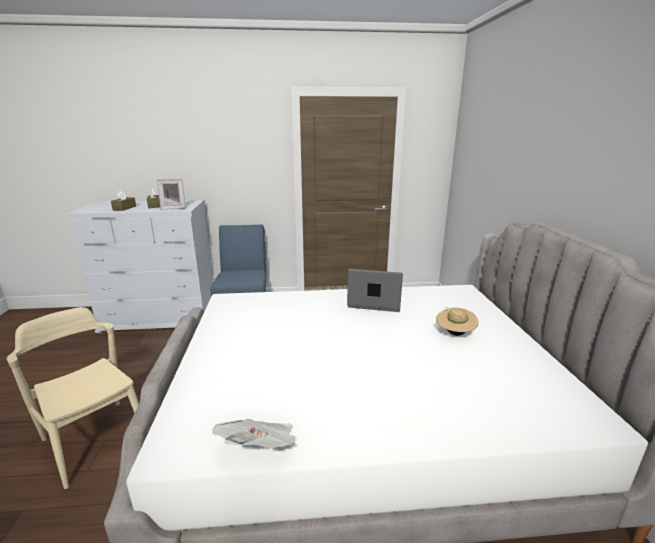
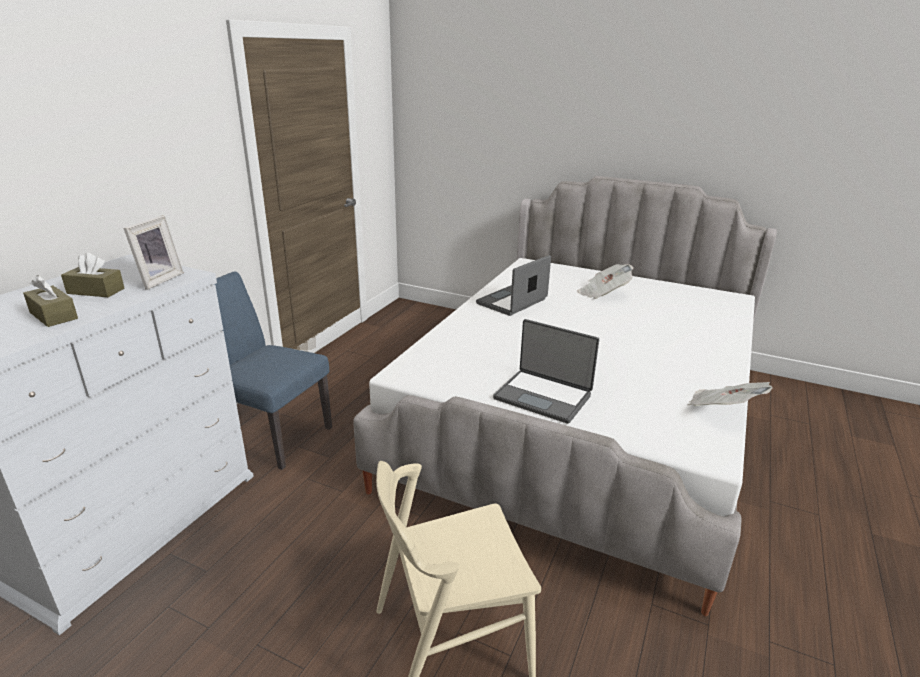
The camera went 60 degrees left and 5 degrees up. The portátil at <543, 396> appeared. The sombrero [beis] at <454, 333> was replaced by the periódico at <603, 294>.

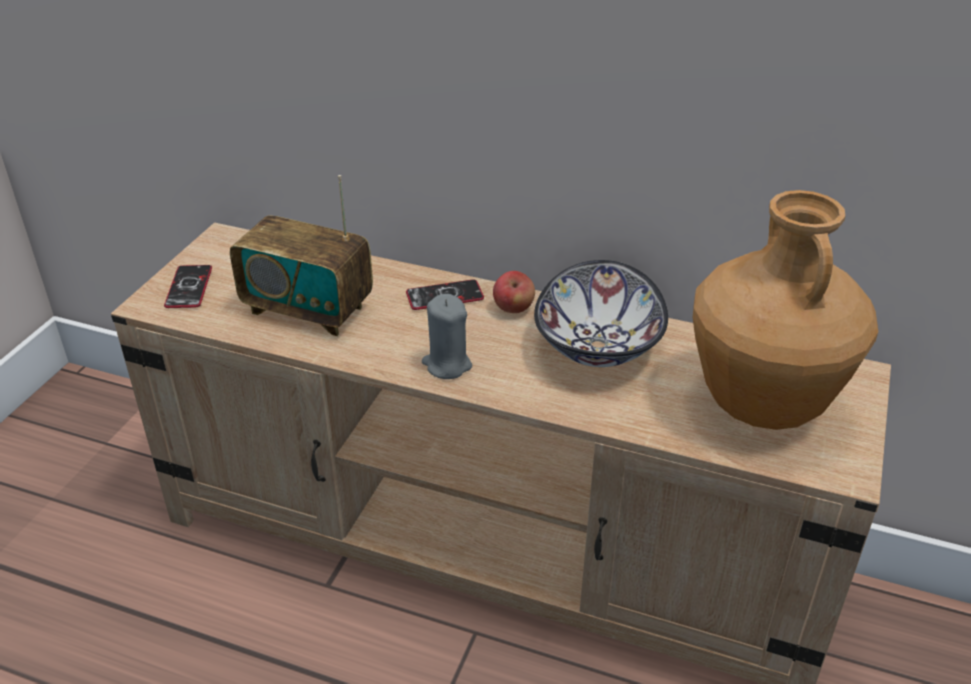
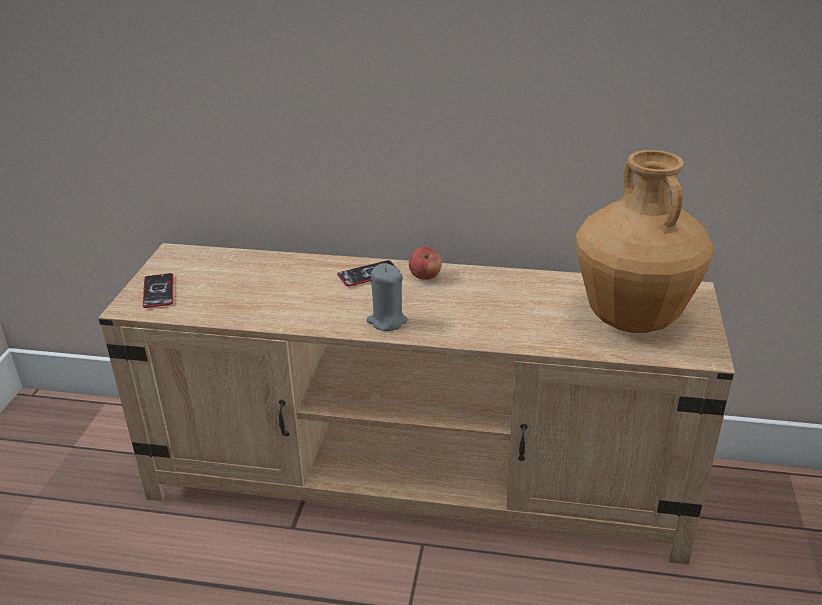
The camera went 10 degrees left and 5 degrees down. The radio at <308, 309> disappeared. The cuenco at <596, 345> disappeared.

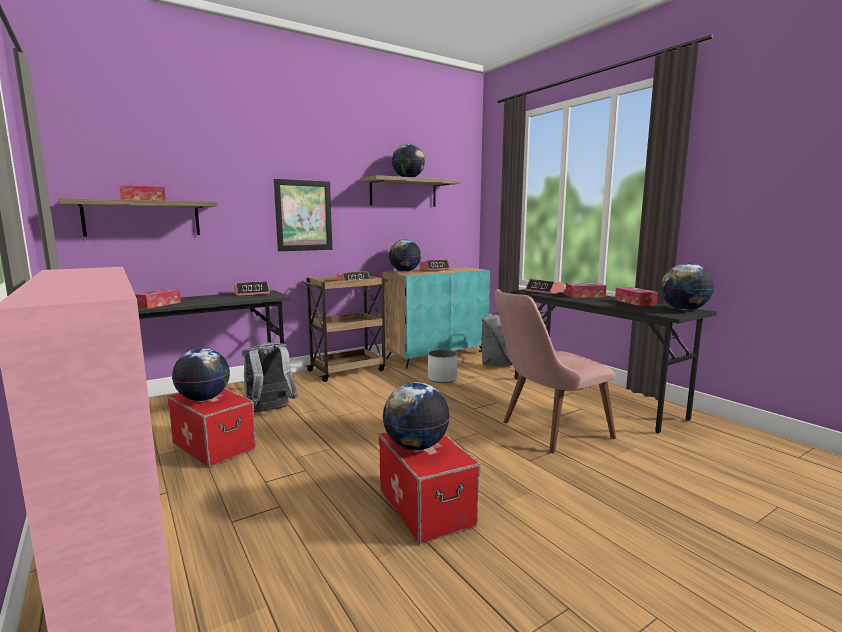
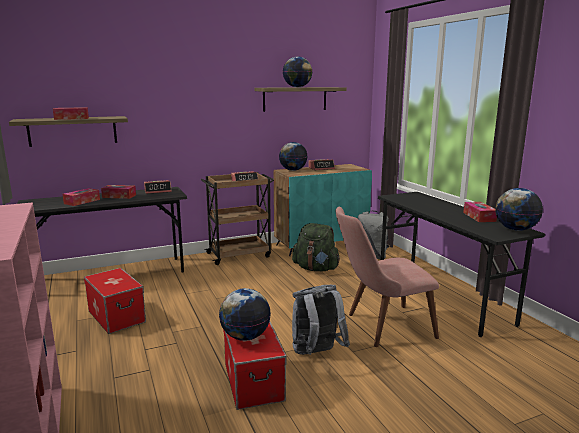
The camera went 10 degrees right and 5 degrees up. The caja de pañuelos moved from <585, 296> to <119, 196>. The maceta [blanco] at <442, 379> was replaced by the mochila [verde] at <316, 268>. The mochila [gris] moved from <270, 411> to <316, 353>. The globo terráqueo at <204, 399> disappeared. The cuadro at <303, 215> disappeared. The despertador at <544, 292> disappeared.

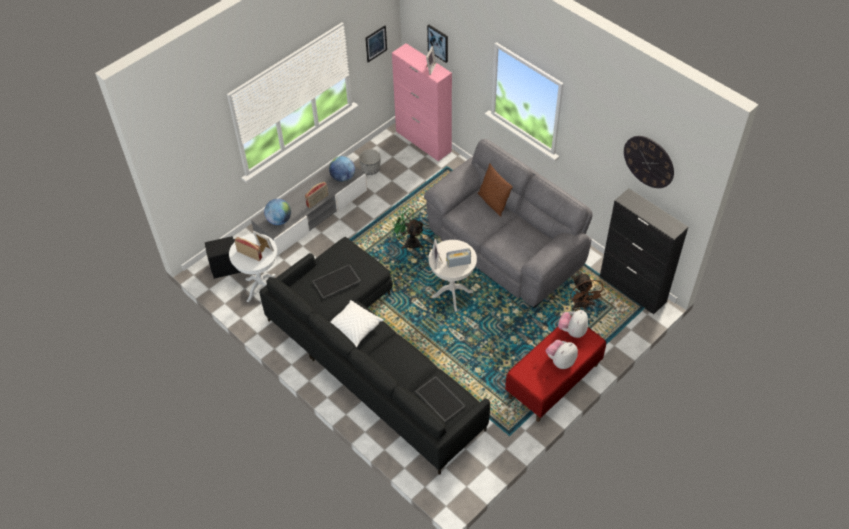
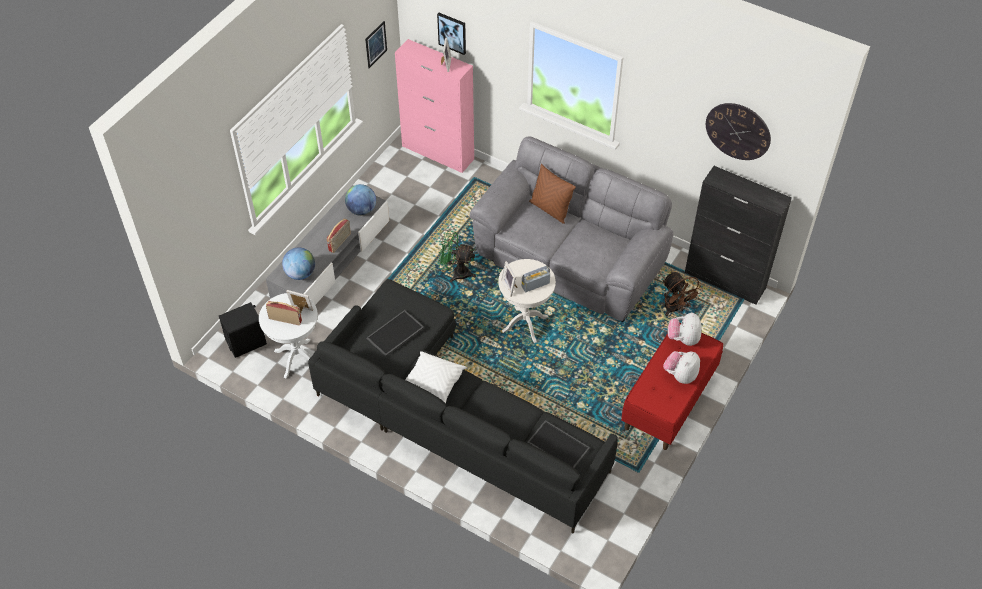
The camera went 15 degrees left and 0 degrees up. The maceta at <370, 169> disappeared.

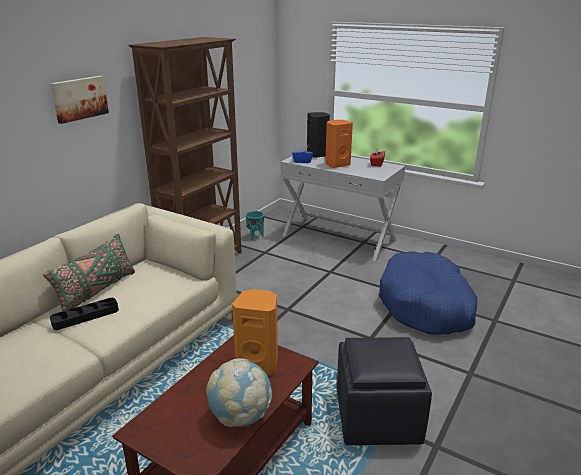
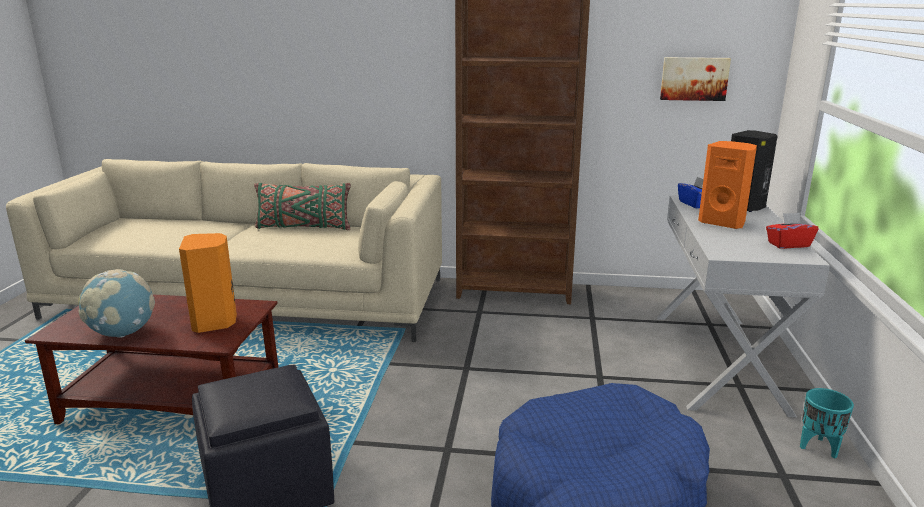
The camera went 65 degrees right and 5 degrees down. The cuadro moved from <79, 98> to <694, 78>. The maceta [turquesa] moved from <255, 237> to <817, 447>. The bandeja [negro] at <85, 316> disappeared.

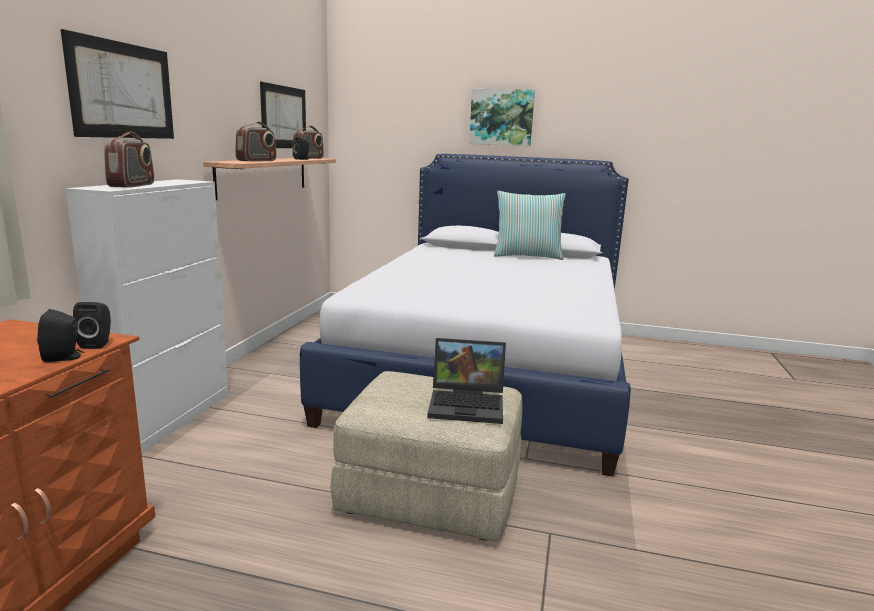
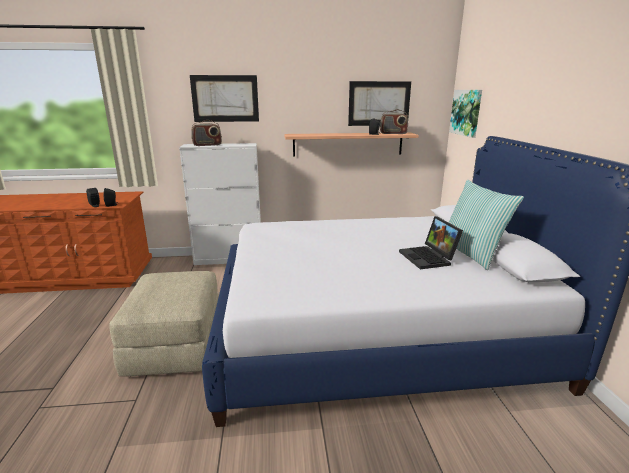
The camera went 70 degrees right and 5 degrees up. The portátil moved from <468, 404> to <429, 258>. The cuadro moved from <501, 117> to <466, 112>. The radio at <257, 161> disappeared.

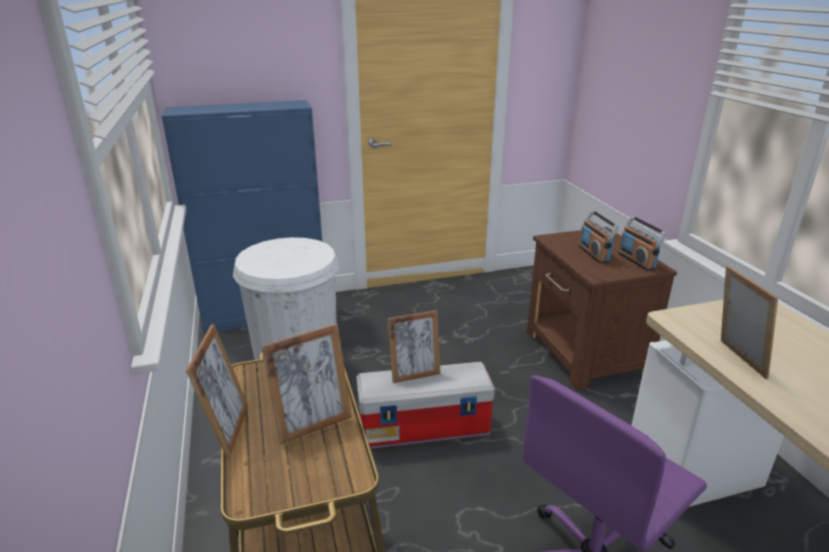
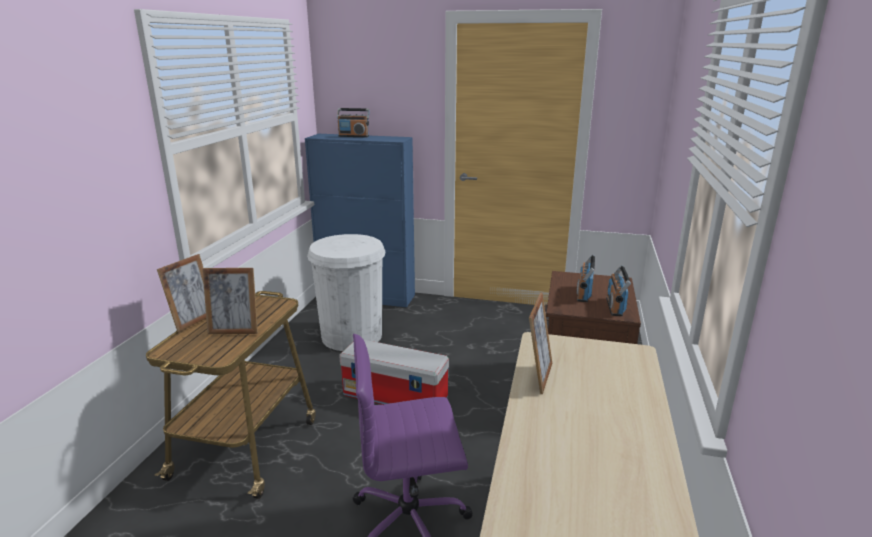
The camera went 30 degrees right and 5 degrees down. The radio at <353, 136> appeared. The portarretratos at <414, 374> disappeared.

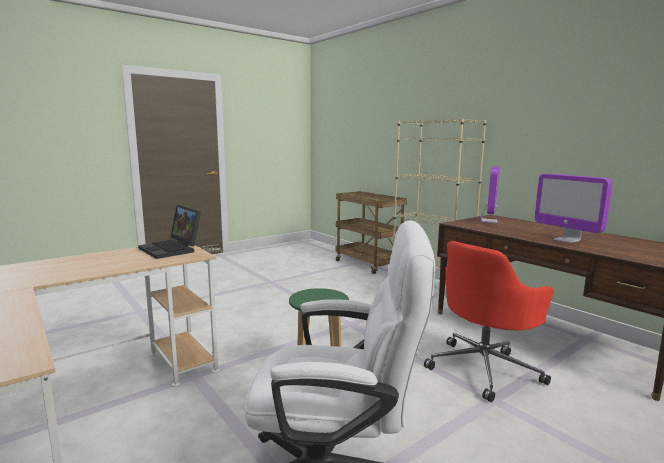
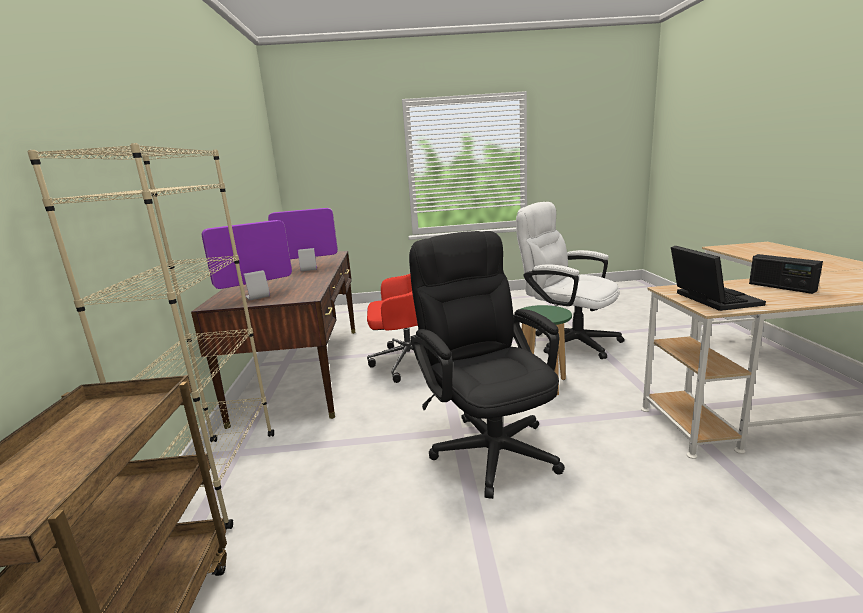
The camera went 145 degrees left and 5 degrees up. The monitor at <566, 240> turned 105 degrees counterclockwise. The silla de oficina [negro] at <488, 444> appeared. The radio at <781, 287> appeared.

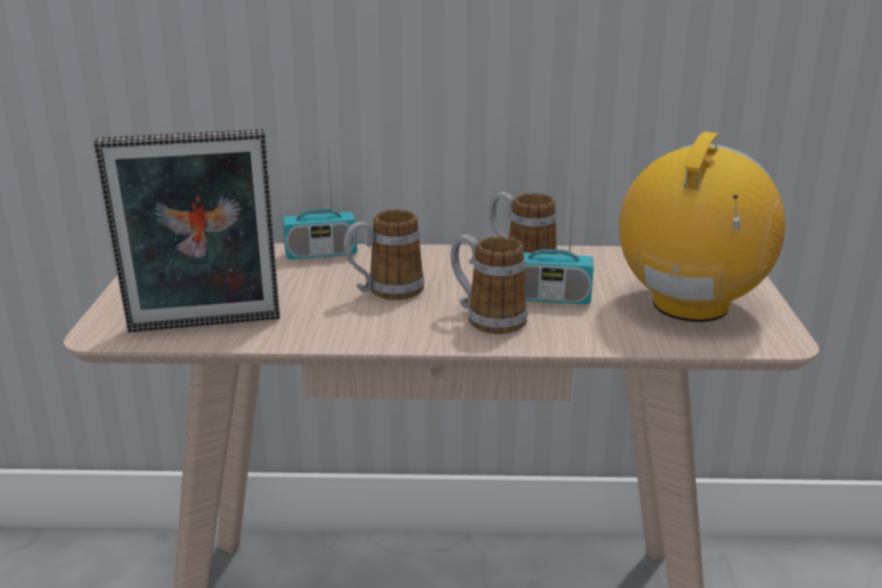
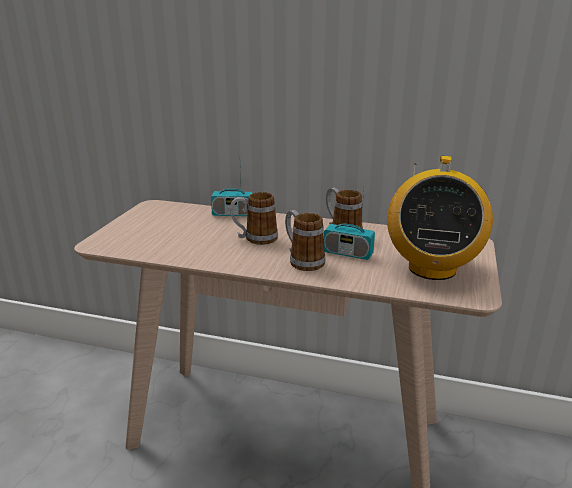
The camera went 15 degrees right and 0 degrees up. The radio at <690, 306> turned 150 degrees clockwise. The portarretratos at <204, 327> disappeared.

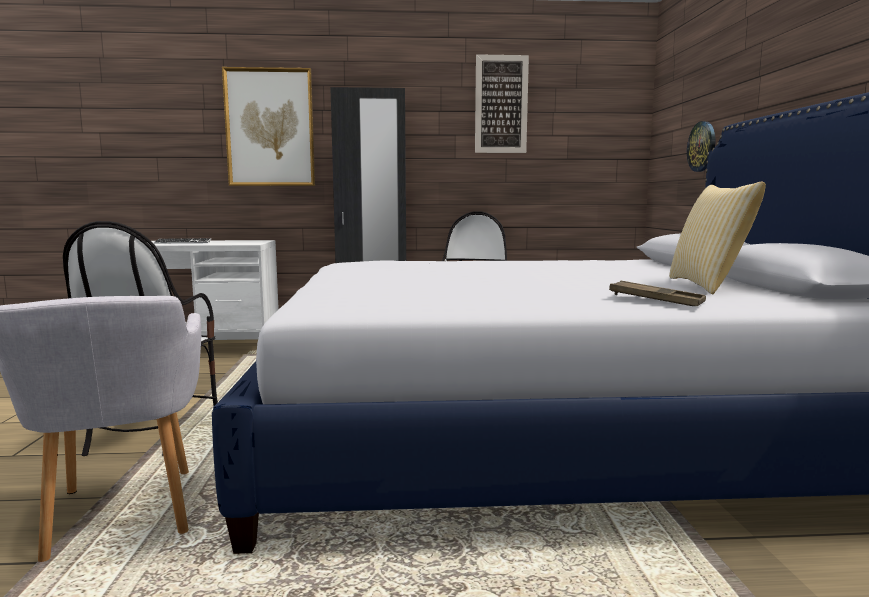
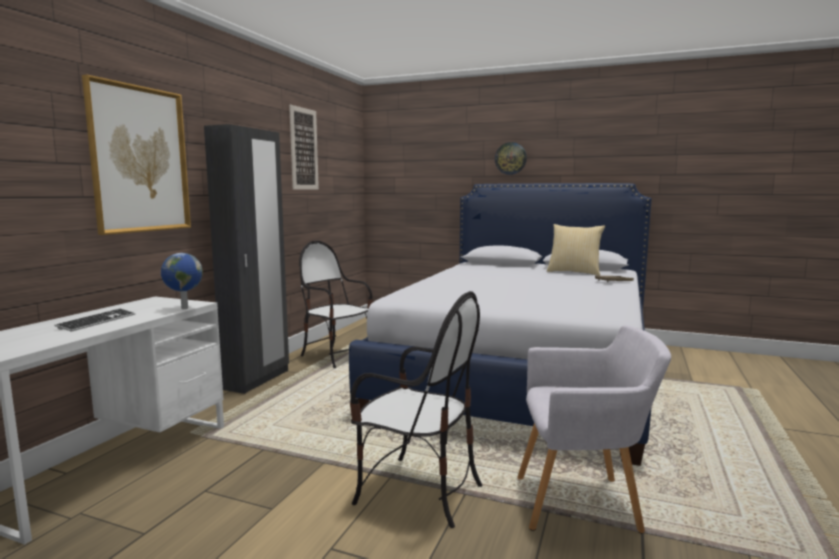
The camera went 65 degrees left and 0 degrees up. The globo terráqueo at <183, 308> appeared. The reloj de pared moved from <702, 146> to <510, 158>.

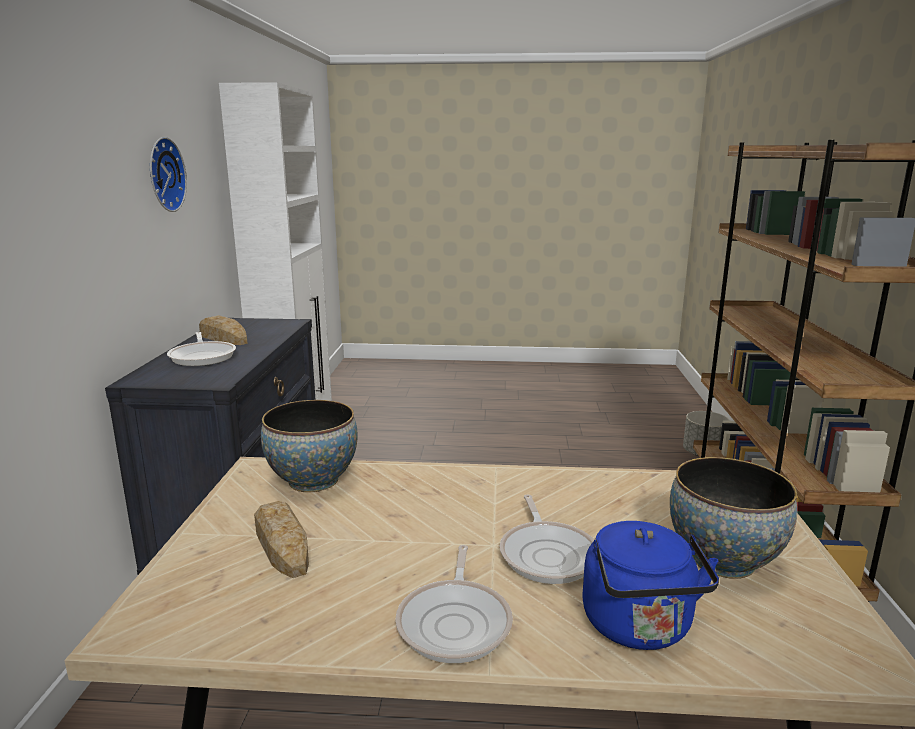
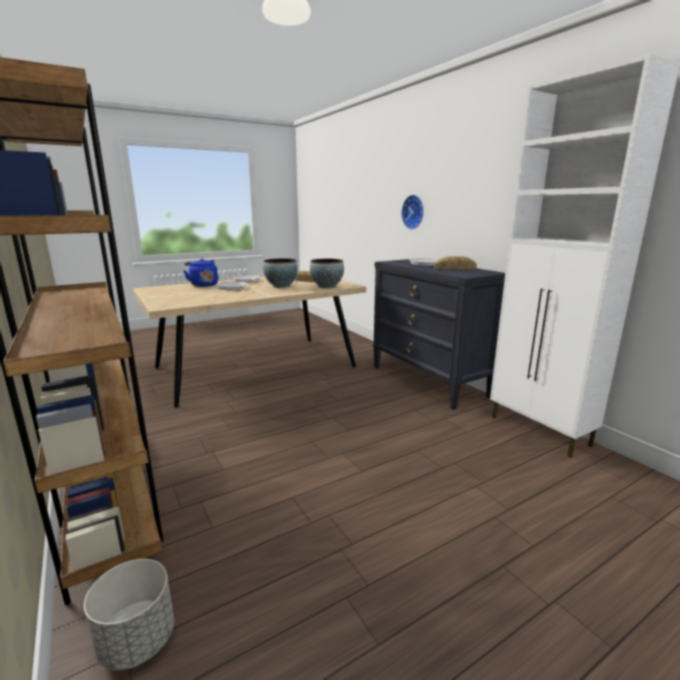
The camera went 145 degrees right and 0 degrees up. The cuenco moved from <723, 560> to <281, 286>. The reloj de pared moved from <163, 175> to <414, 212>.

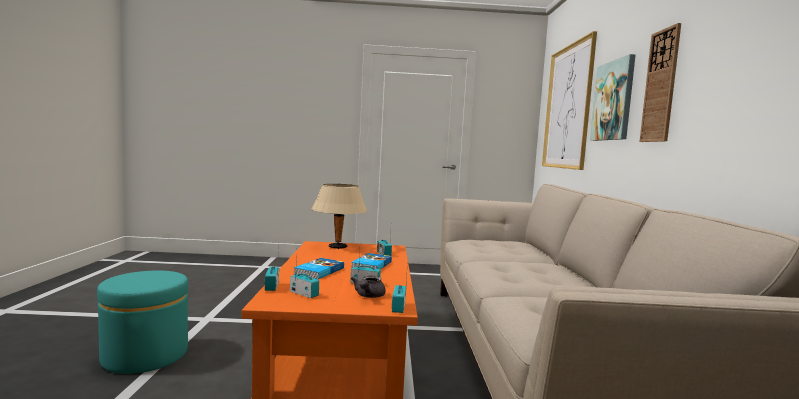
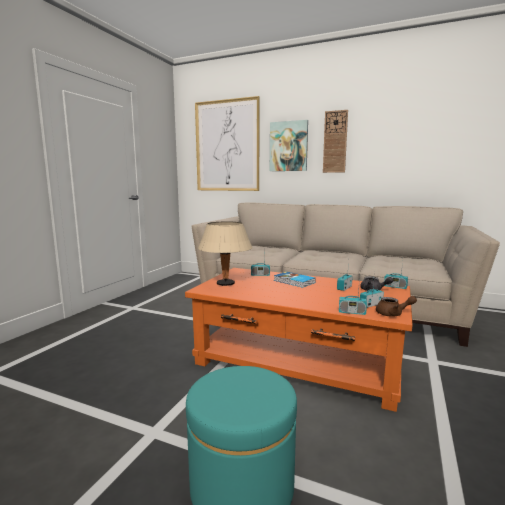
The camera went 65 degrees left and 5 degrees up. The tetera [marrón] at <393, 314> appeared. The libro at <318, 271> disappeared.

